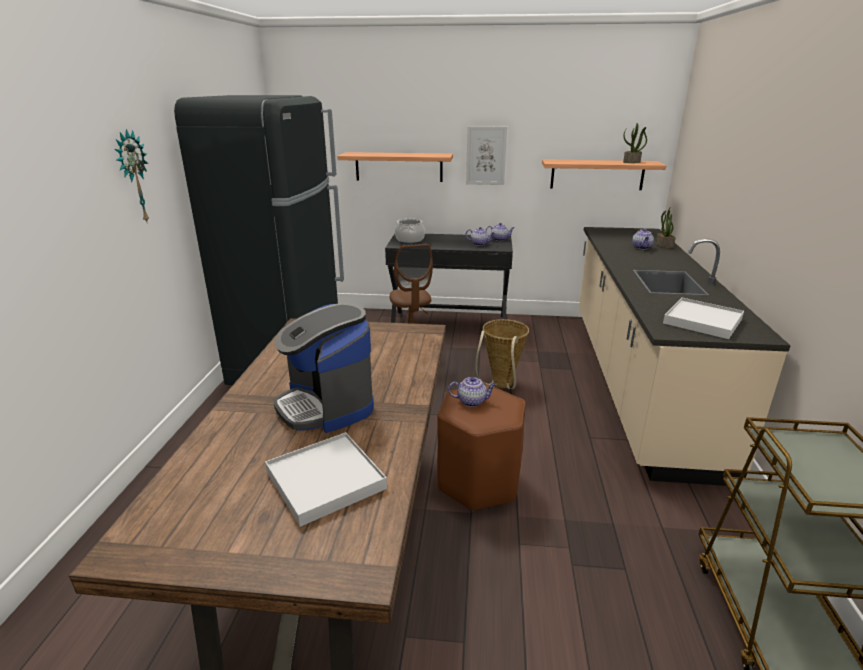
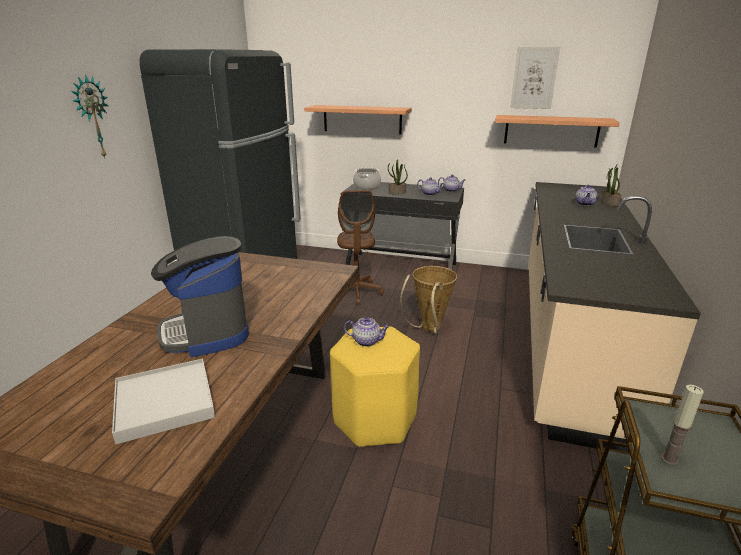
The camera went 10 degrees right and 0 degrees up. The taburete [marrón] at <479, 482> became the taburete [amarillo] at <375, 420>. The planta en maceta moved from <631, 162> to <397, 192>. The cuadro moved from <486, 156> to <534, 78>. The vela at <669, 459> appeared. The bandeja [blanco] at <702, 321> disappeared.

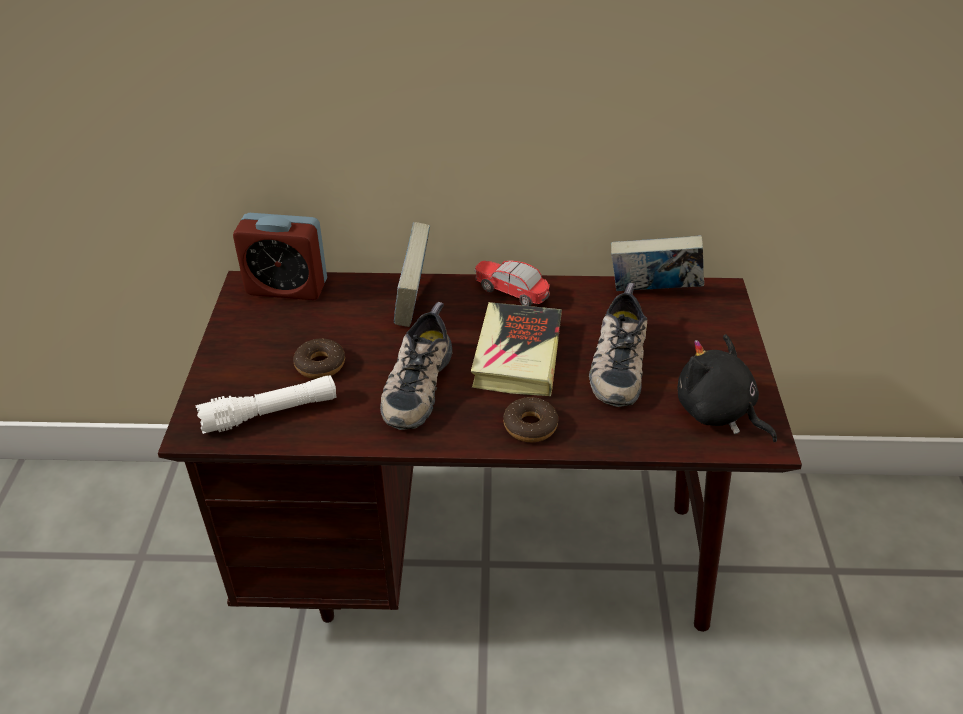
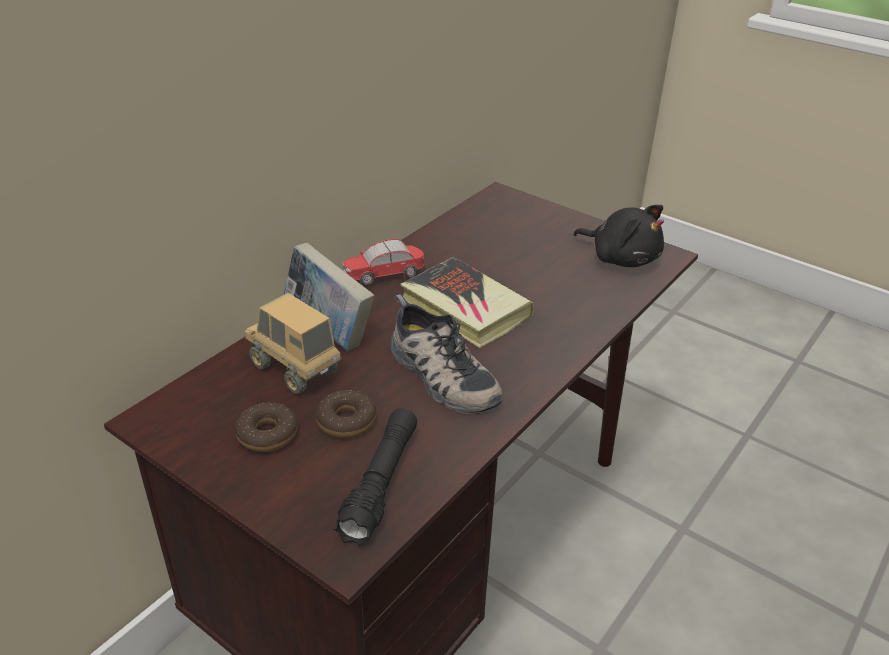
The camera went 55 degrees left and 5 degrees down. The rosquilla moved from <530, 426> to <267, 434>. The camión de juguete at <294, 370> appeared. The linterna [blanco] at <270, 413> became the linterna [negro] at <380, 484>. The peluche [negro] at <717, 412> turned 135 degrees counterclockwise. The despertador at <287, 288> disappeared. The zapato at <616, 362> disappeared. The libro at <653, 293> disappeared.

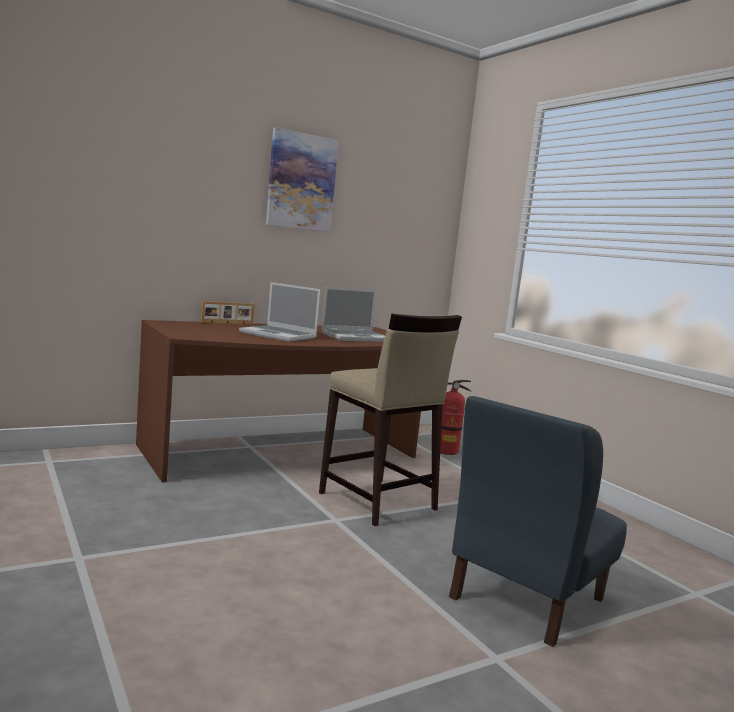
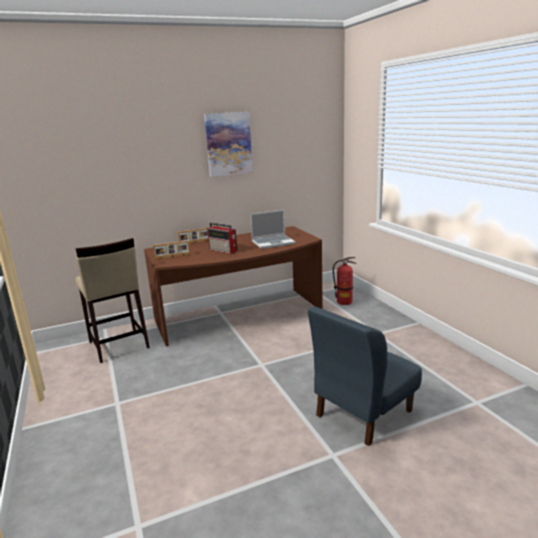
The camera went 10 degrees right and 10 degrees up. The taburete [beis] moved from <377, 501> to <118, 345>. The portarretratos at <172, 256> appeared. The portátil at <279, 335> was replaced by the radio at <223, 250>.

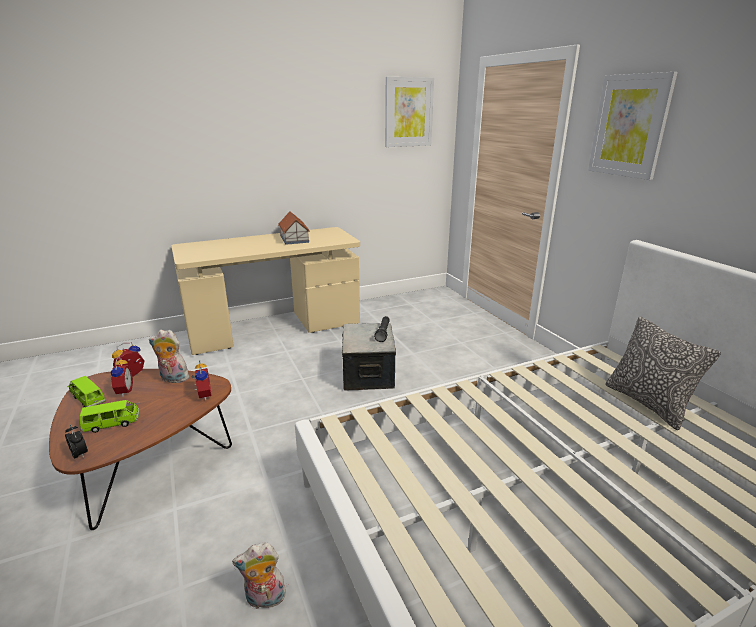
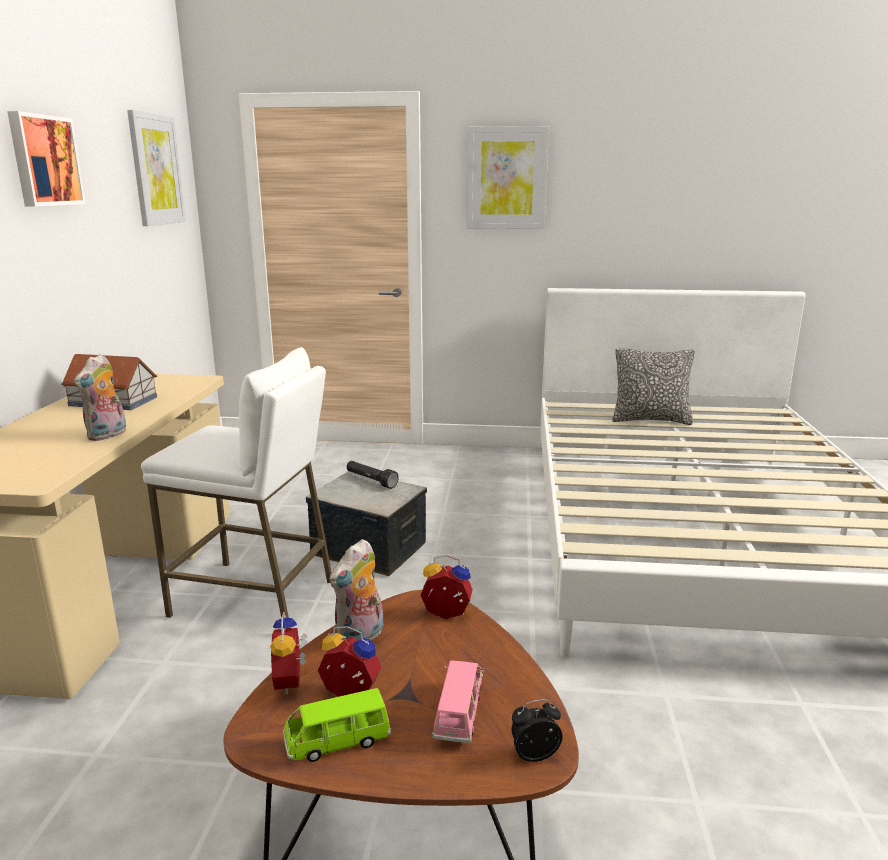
The camera went 60 degrees left and 5 degrees down. The cuadro at <44, 161> appeared. The peluche moved from <264, 600> to <108, 435>. The taburete [blanco] at <254, 598> appeared. The coche de juguete [verde] at <112, 424> became the coche de juguete [rosa] at <458, 714>.

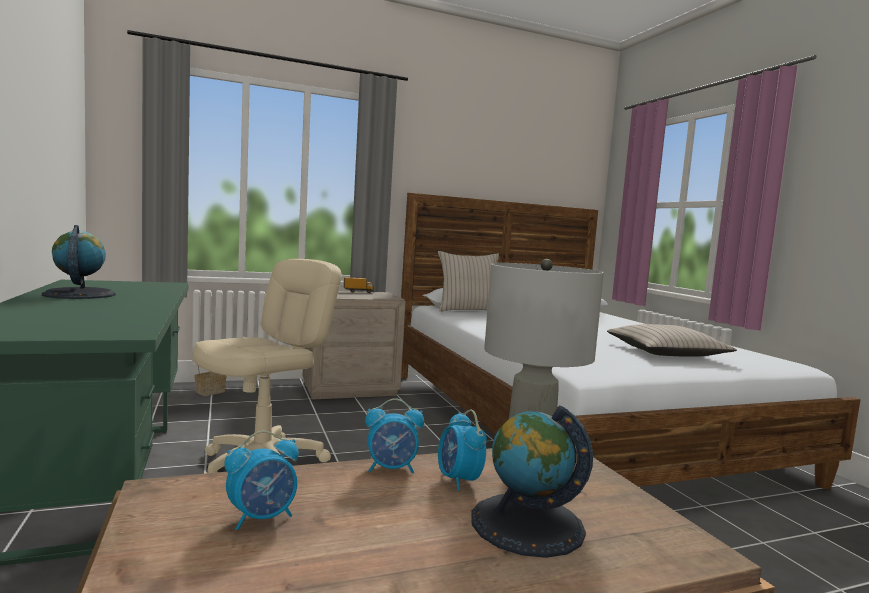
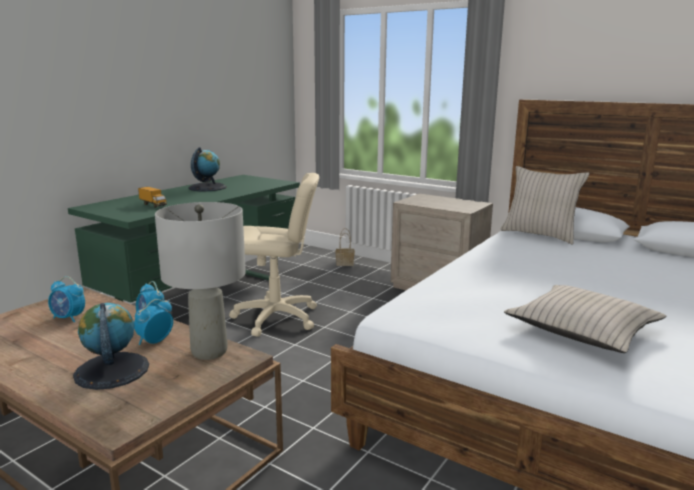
The camera went 55 degrees right and 10 degrees up. The camión de juguete moved from <358, 292> to <153, 205>.

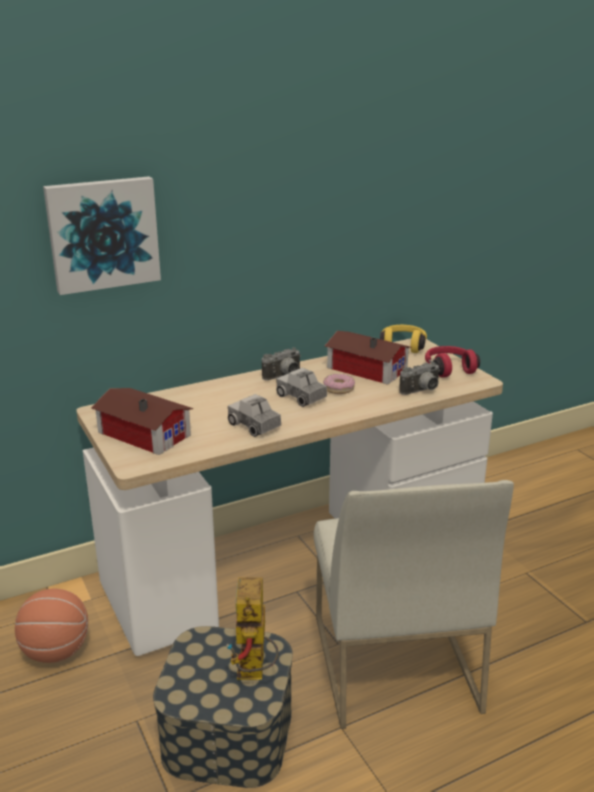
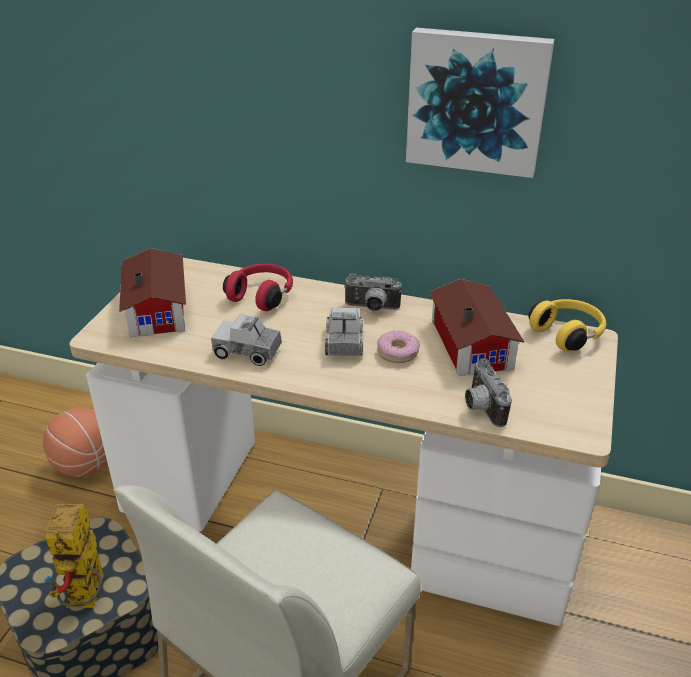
The camera went 45 degrees right and 10 degrees up. The robot de juguete at <254, 673> turned 45 degrees counterclockwise. The camión de juguete at <254, 426> turned 75 degrees counterclockwise. The auriculares [rojo] moved from <448, 369> to <262, 295>. The cuadro moved from <103, 234> to <476, 101>. The cámara at <422, 391> turned 60 degrees clockwise.

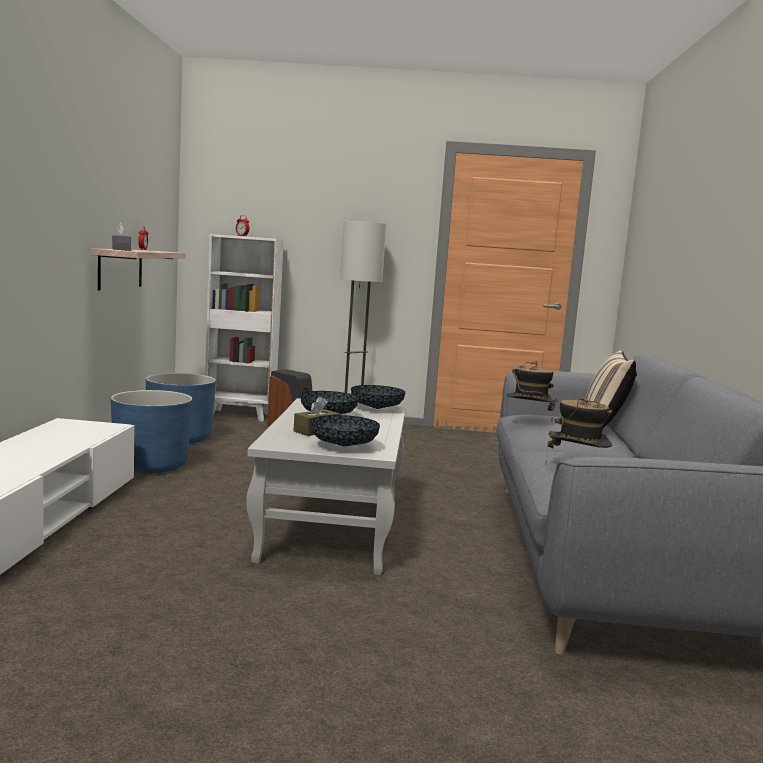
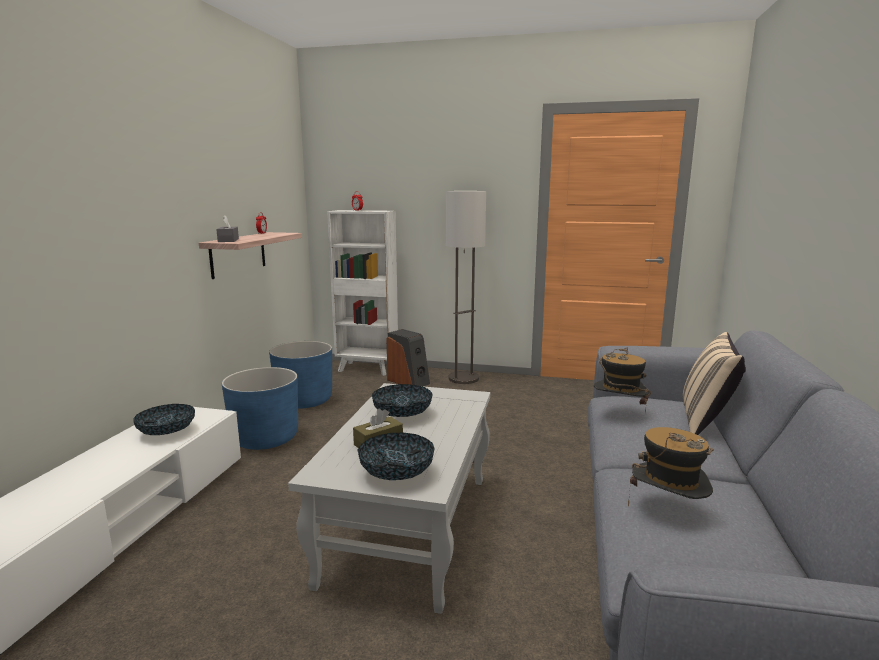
The camera went 10 degrees right and 5 degrees up. The cuenco moved from <376, 409> to <167, 432>.

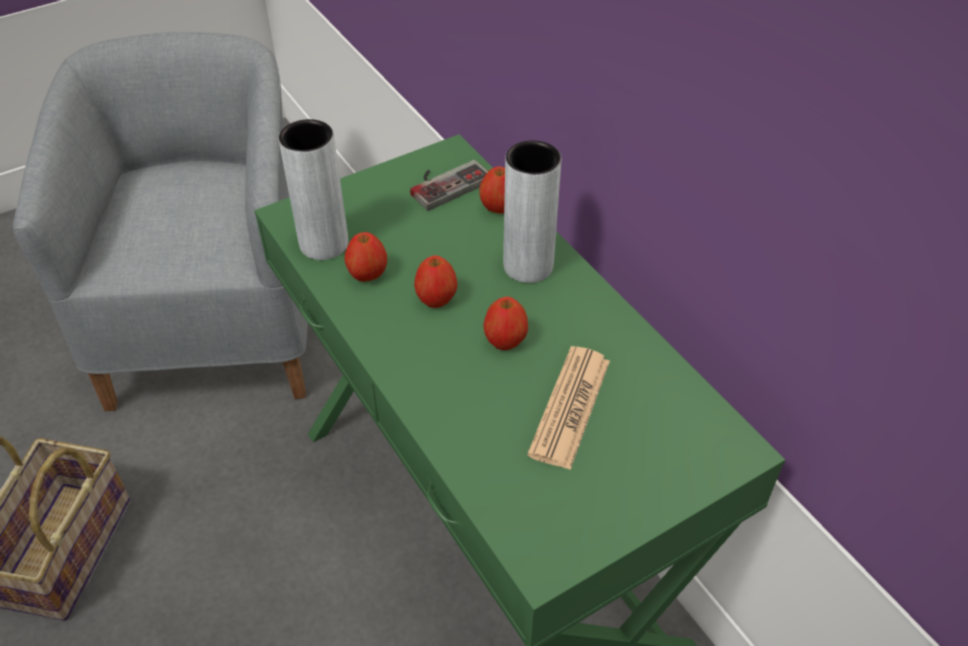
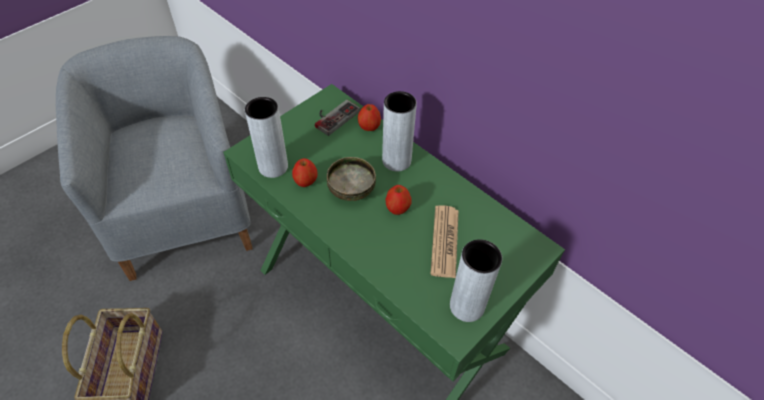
The camera went 15 degrees left and 5 degrees up. The manzana at <436, 299> was replaced by the cuenco at <350, 190>. The florero [gris] at <467, 306> appeared.

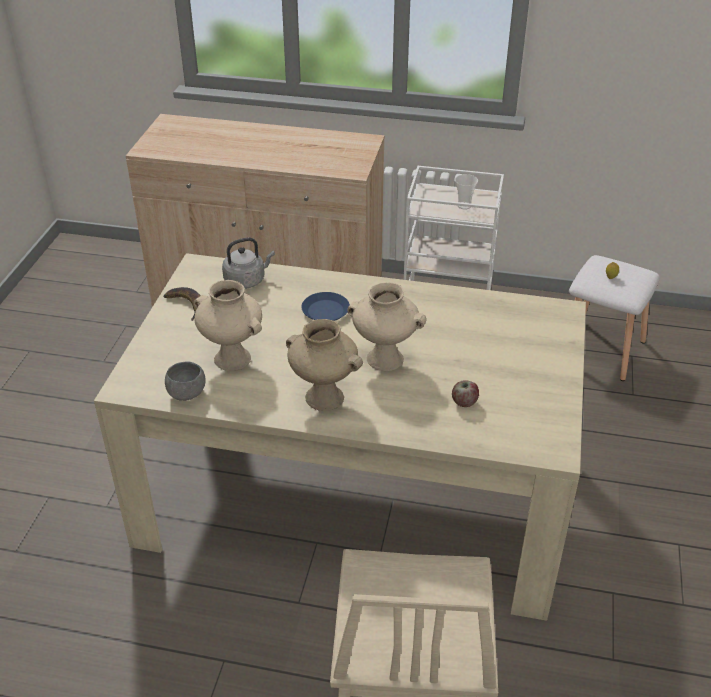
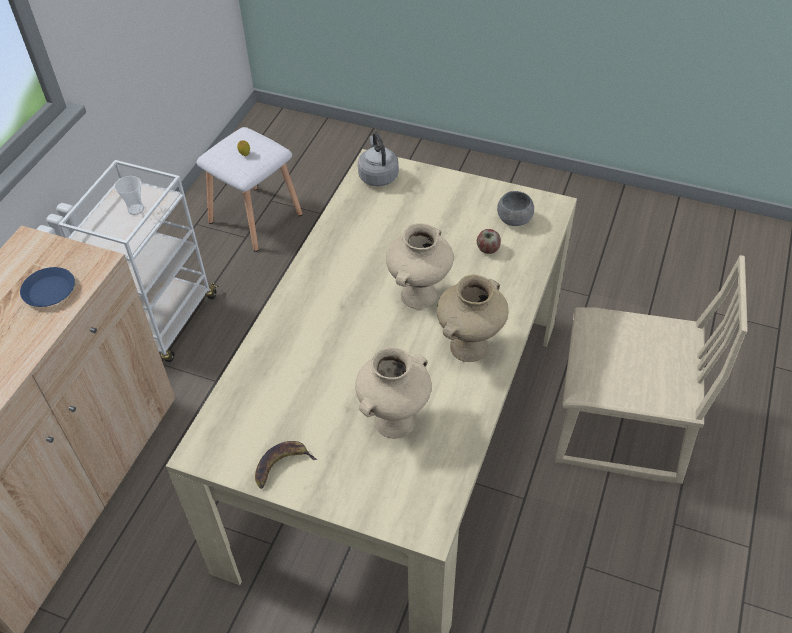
The camera went 80 degrees left and 10 degrees up. The plato [azul] moved from <325, 311> to <49, 291>. The hervidor [gris] moved from <247, 280> to <378, 175>. The cuenco [gris] moved from <187, 393> to <514, 219>.

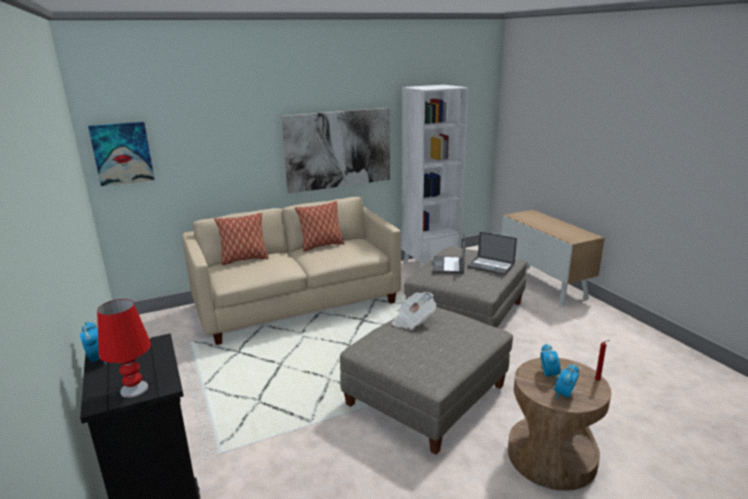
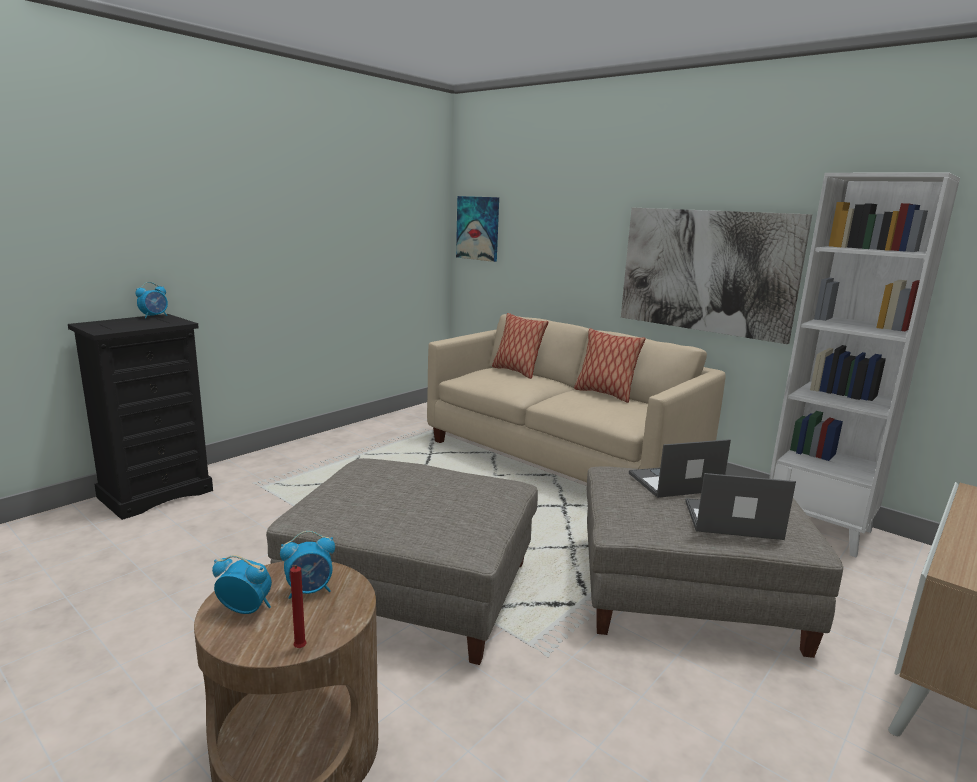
The camera went 65 degrees right and 5 degrees down. The portátil at <491, 266> turned 90 degrees clockwise. The lámpara de mesa [rojo] at <134, 389> disappeared. The periódico at <413, 321> disappeared.

